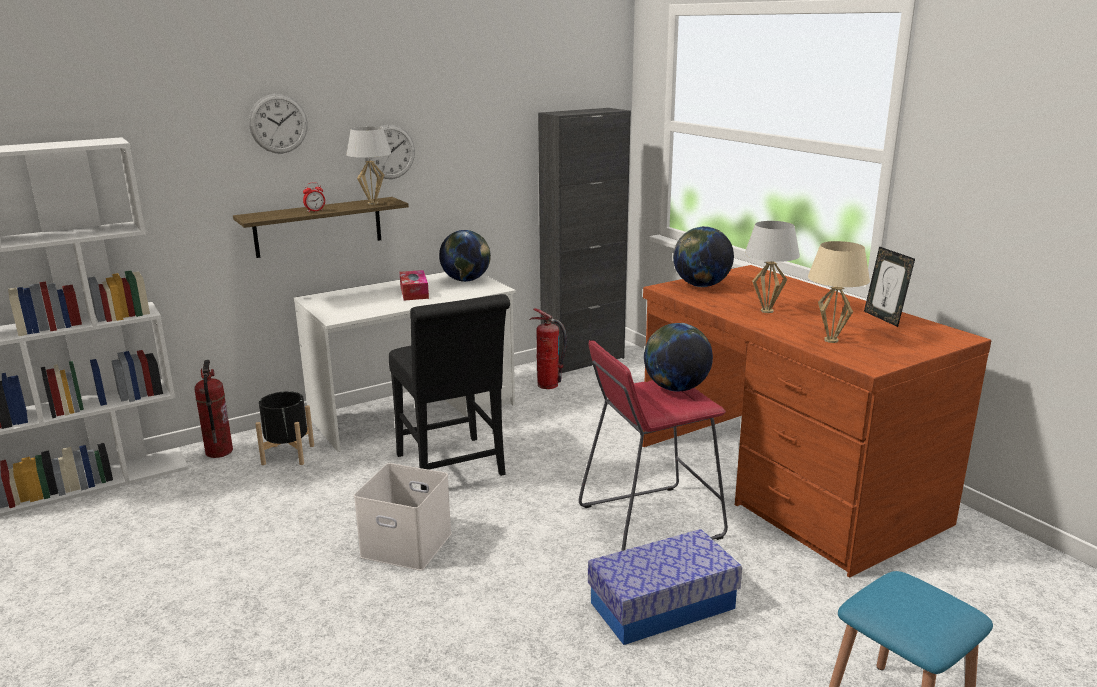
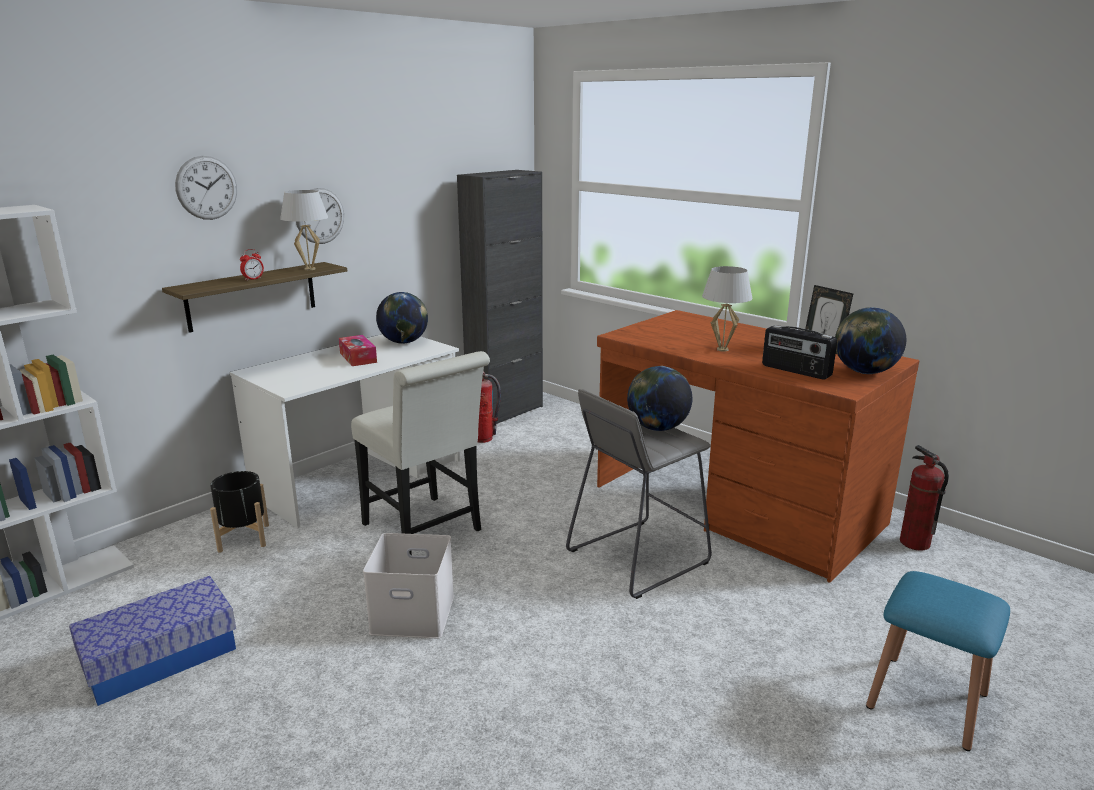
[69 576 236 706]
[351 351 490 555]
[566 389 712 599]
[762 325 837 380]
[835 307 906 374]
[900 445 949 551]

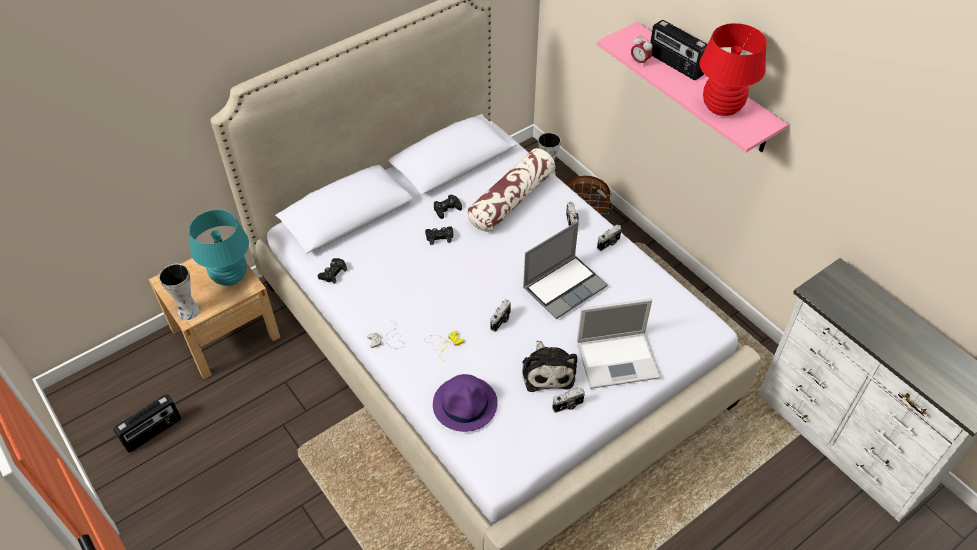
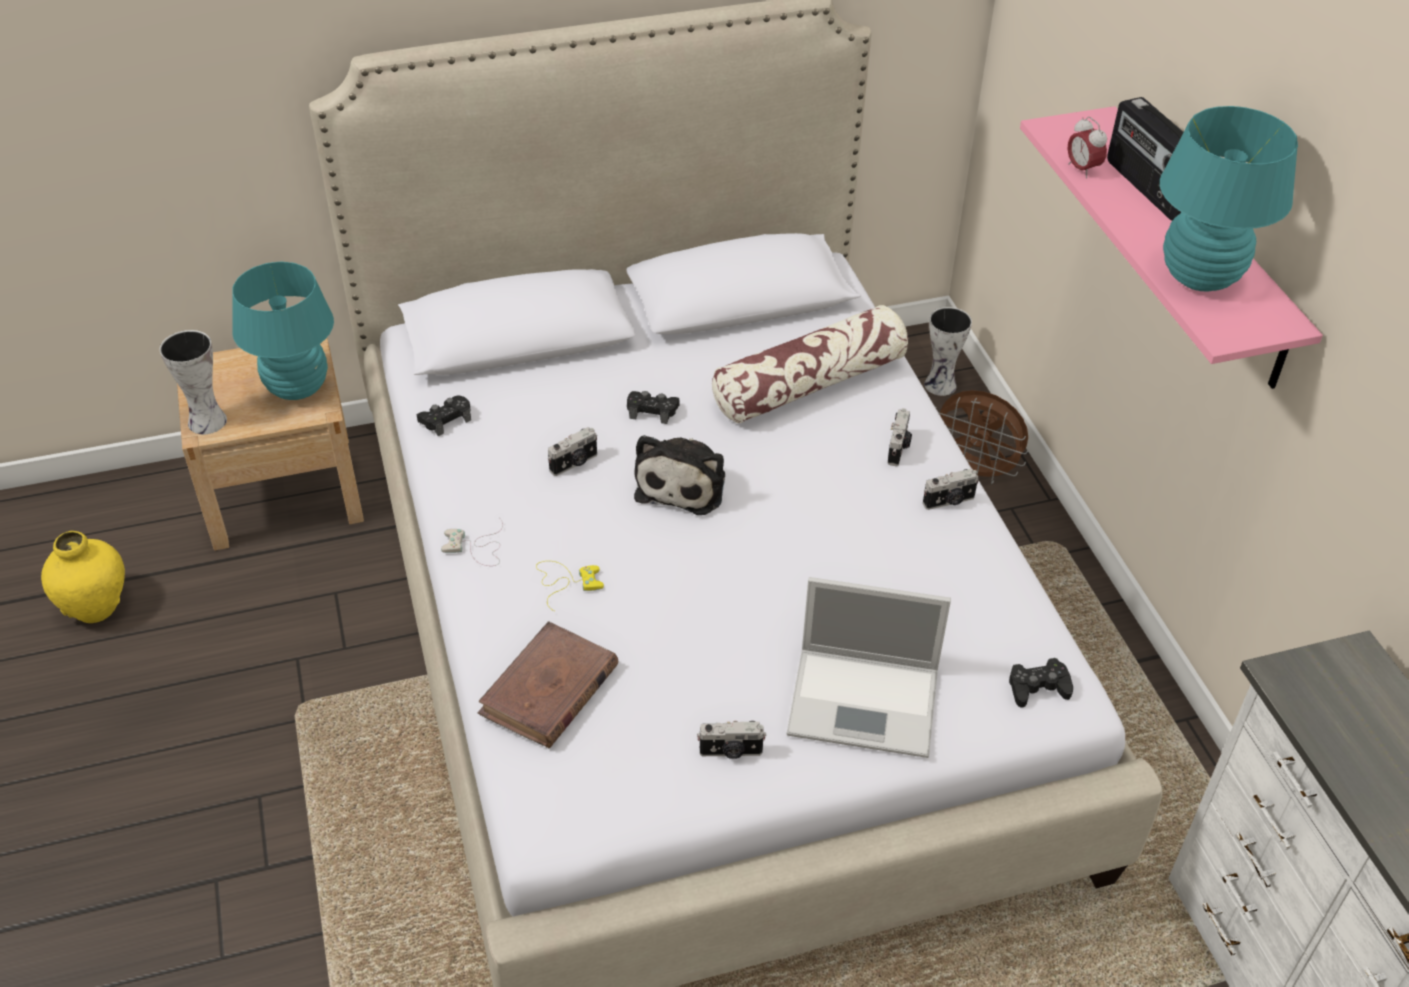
[41 531 125 623]
[478 621 618 748]
[548 427 597 476]
[634 435 725 515]
[1009 658 1073 708]
[1160 106 1298 291]
[523 221 608 319] (first image)

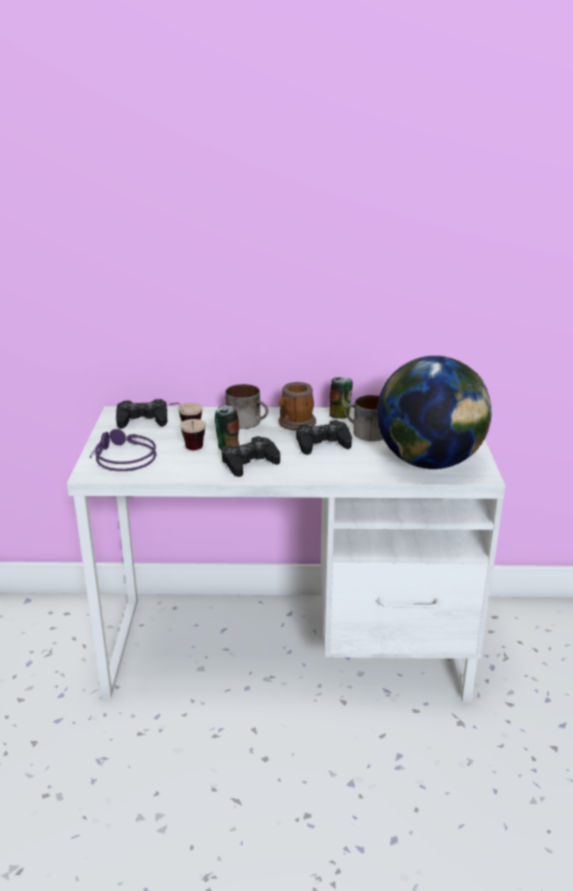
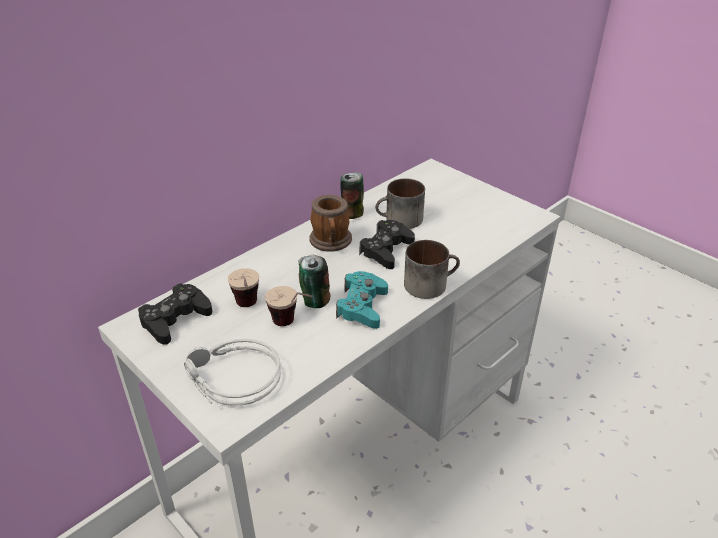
[184 339 281 406]
[336 271 388 329]
[404 240 460 299]
[377 356 491 469] (first image)

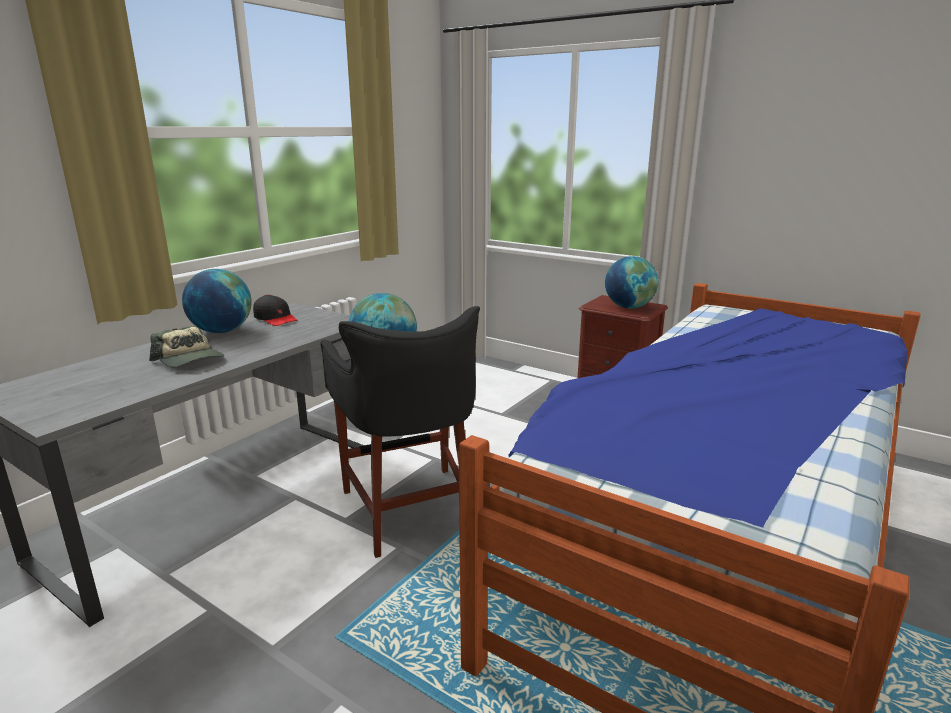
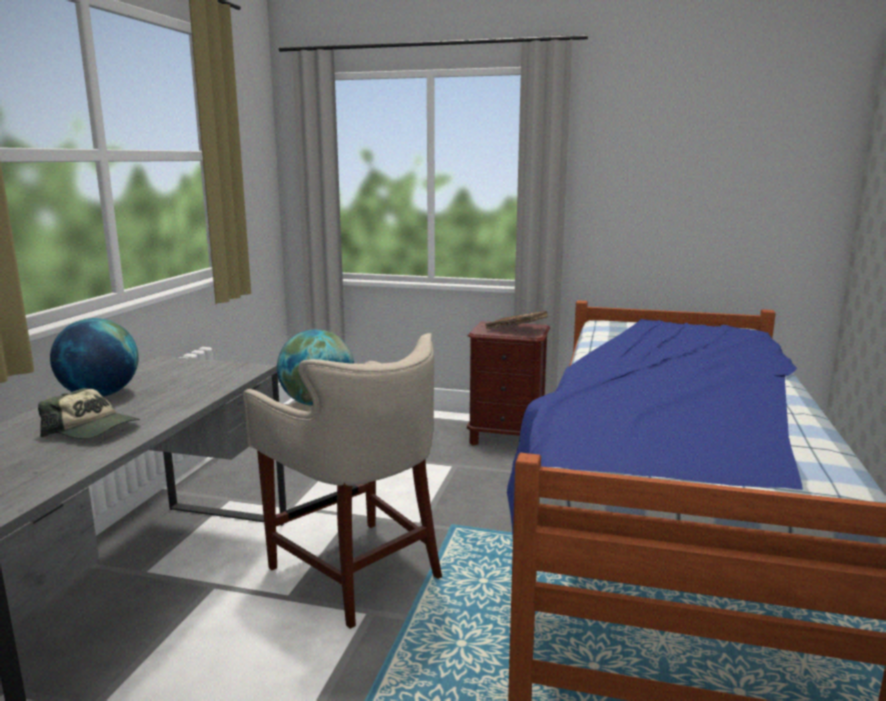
[243 333 442 629]
[485 311 548 329]
[253 294 297 326] (first image)

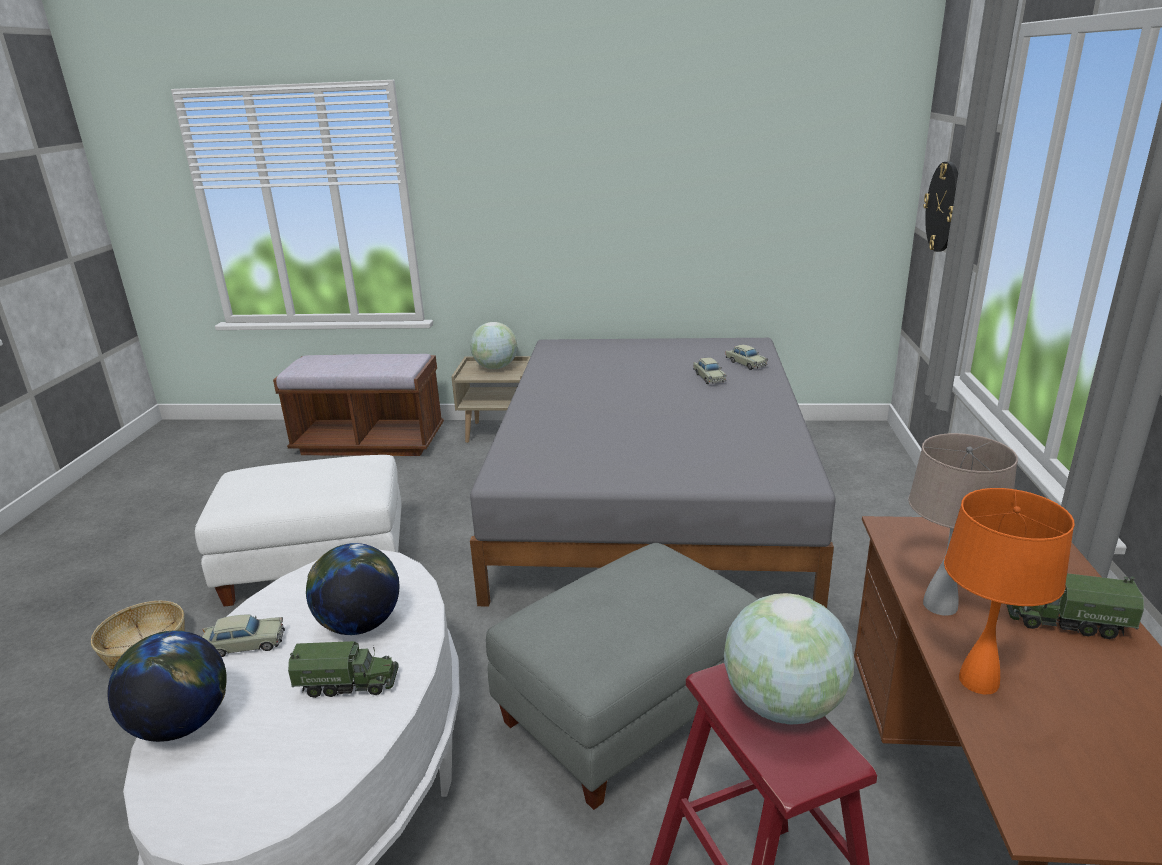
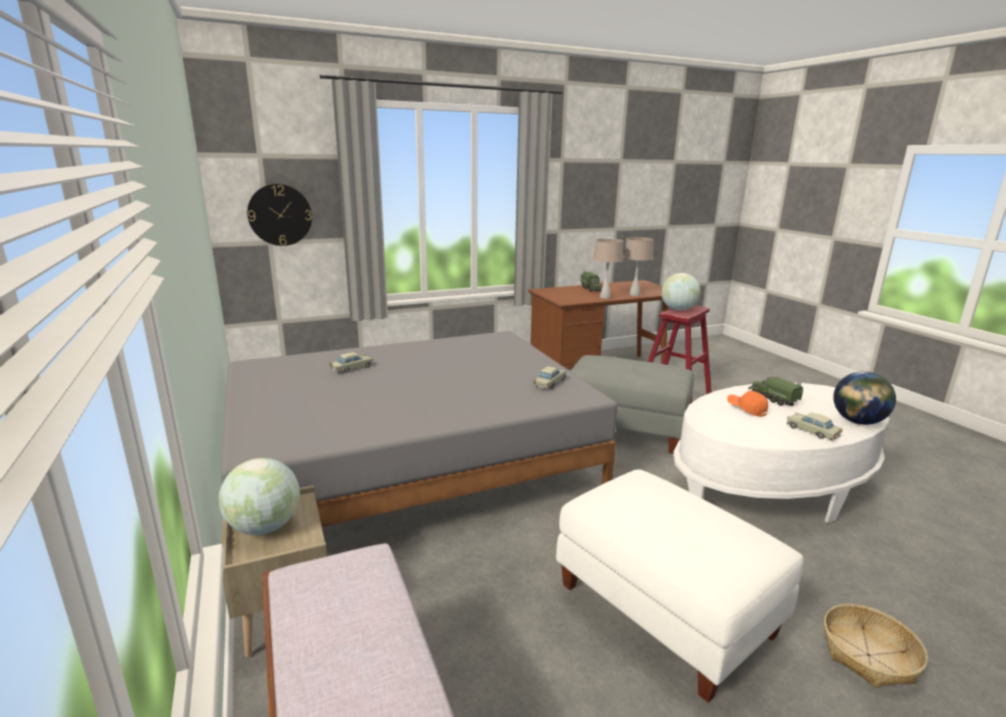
[533 366 567 389]
[623 237 653 296]
[727 391 768 417]

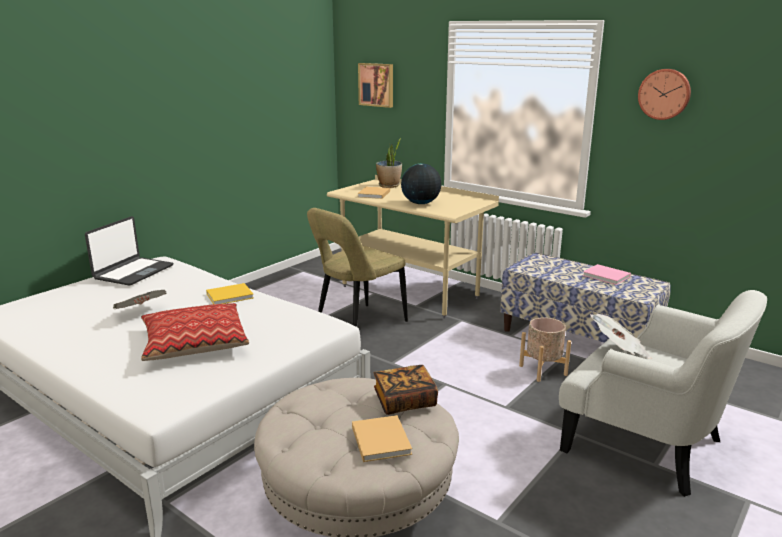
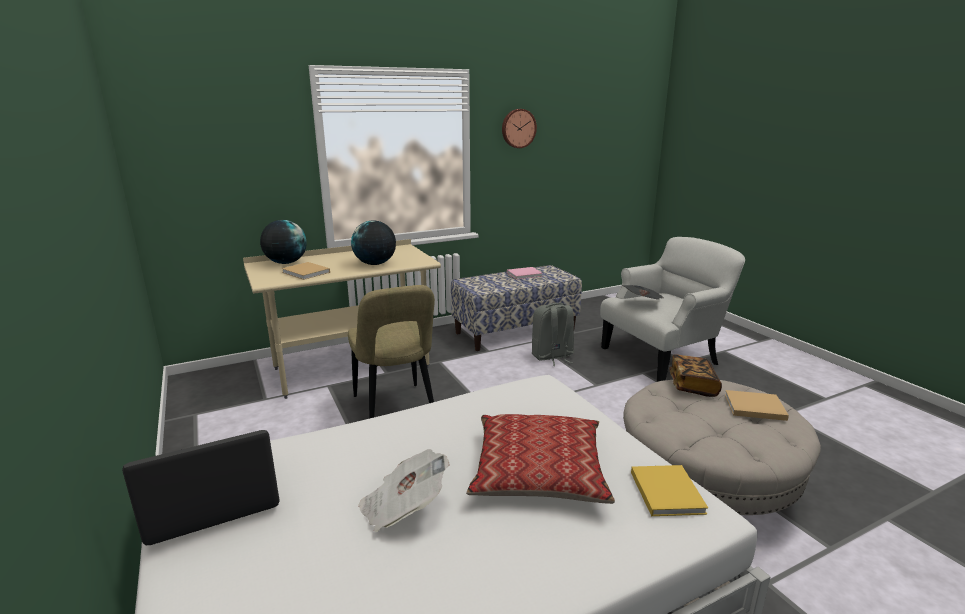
[122 430 280 545]
[260 220 307 264]
[532 303 574 366]
[631 465 708 516]
[358 63 393 108] (first image)

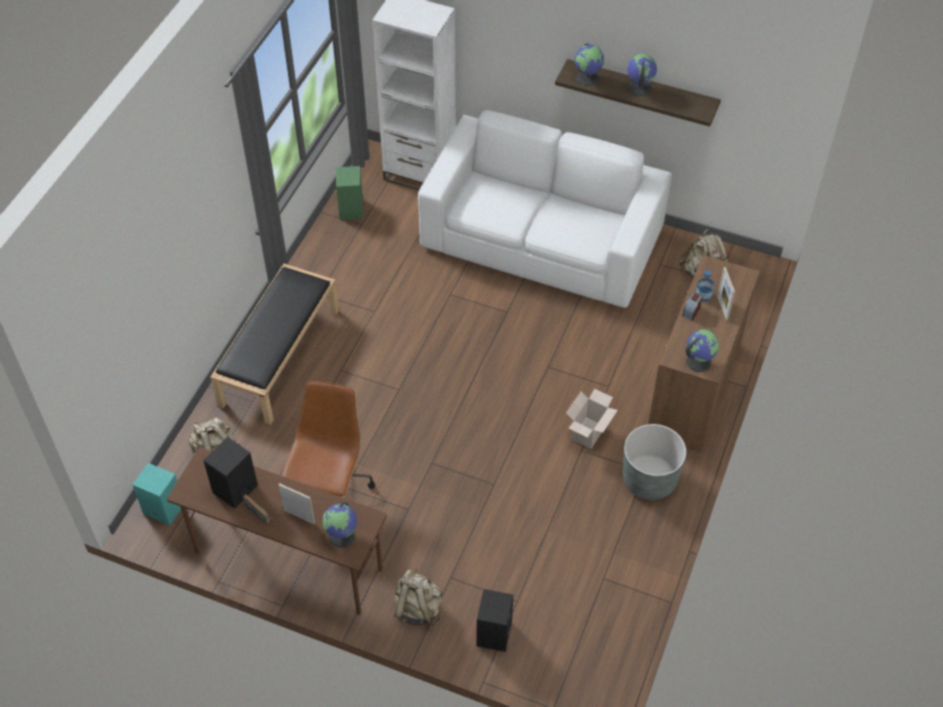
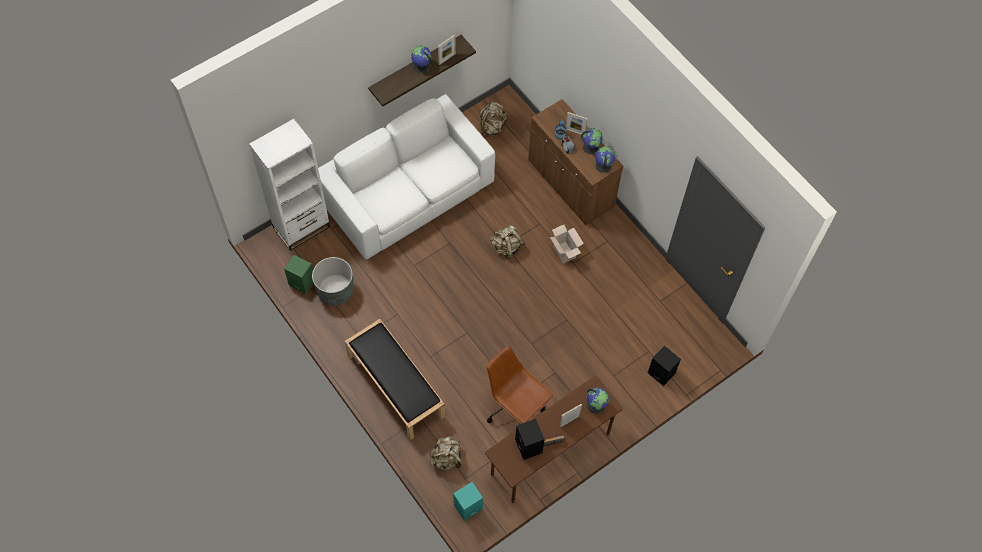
[312 257 354 306]
[438 35 456 65]
[490 225 525 259]
[581 128 603 154]

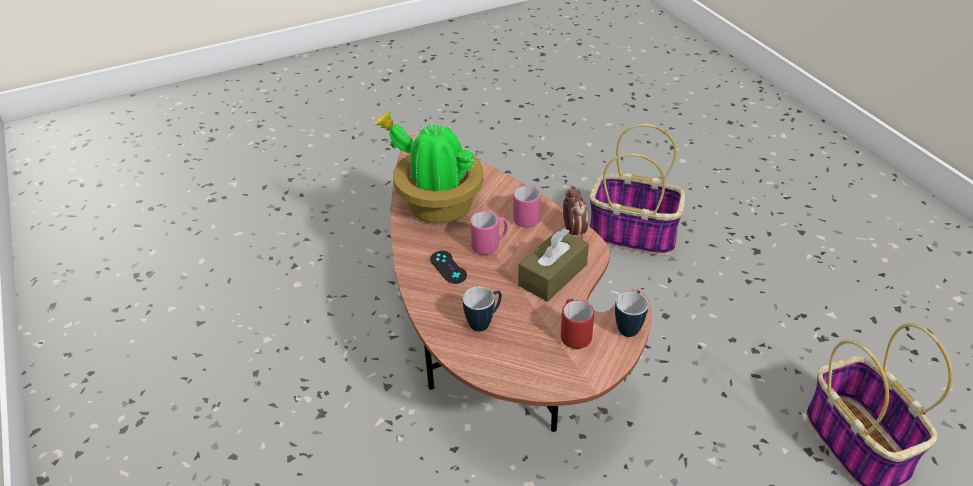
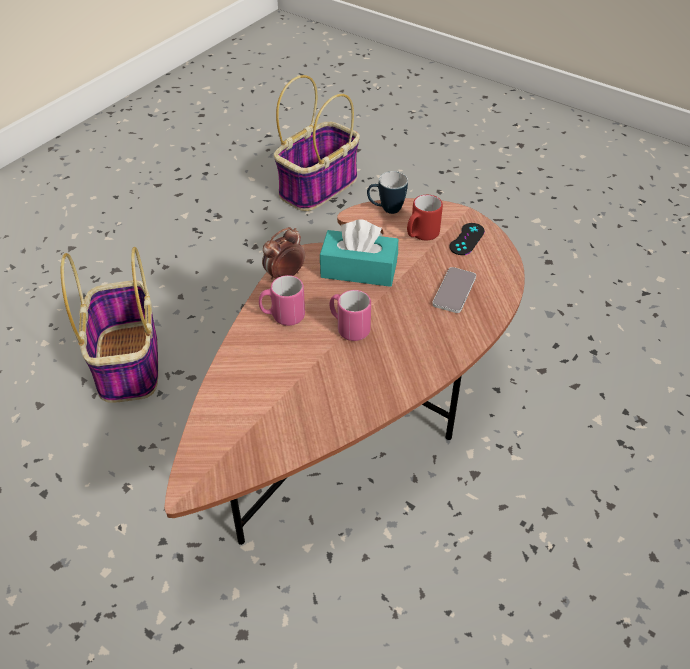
[320 219 398 287]
[432 267 476 313]
[449 223 485 255]
[374 110 484 224] (first image)

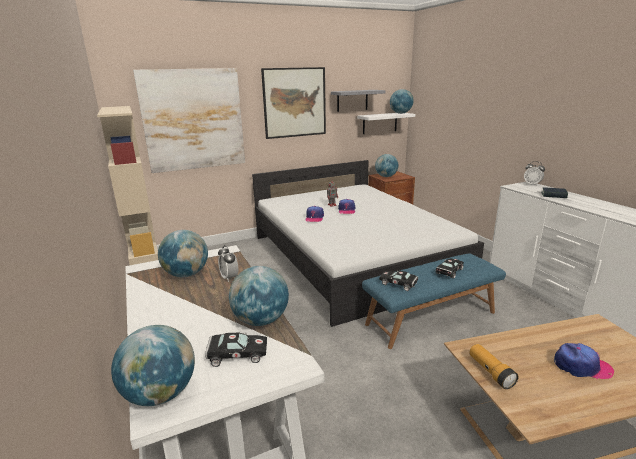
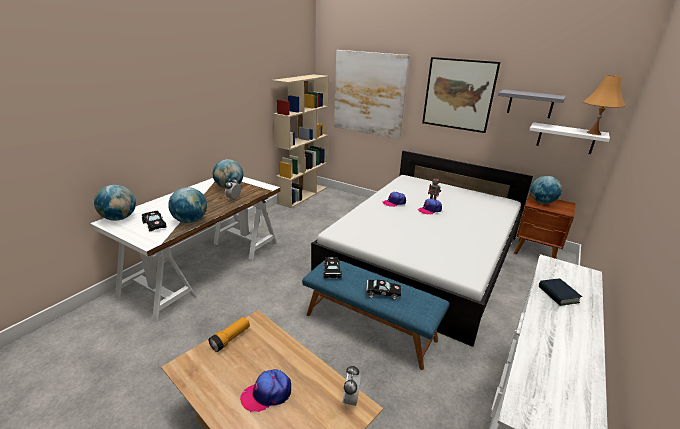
[240 369 291 412]
[342 365 361 406]
[583 75 625 135]

